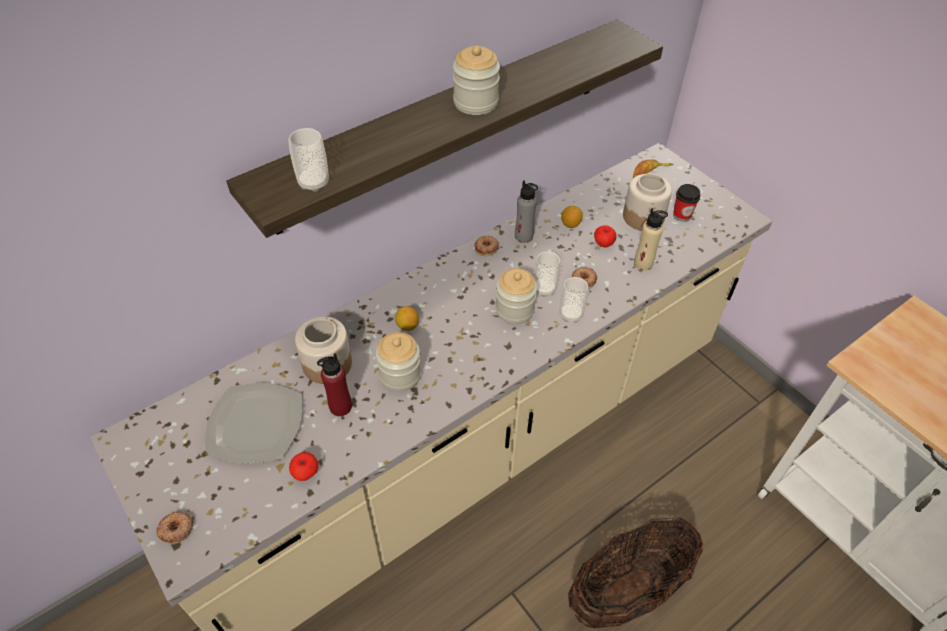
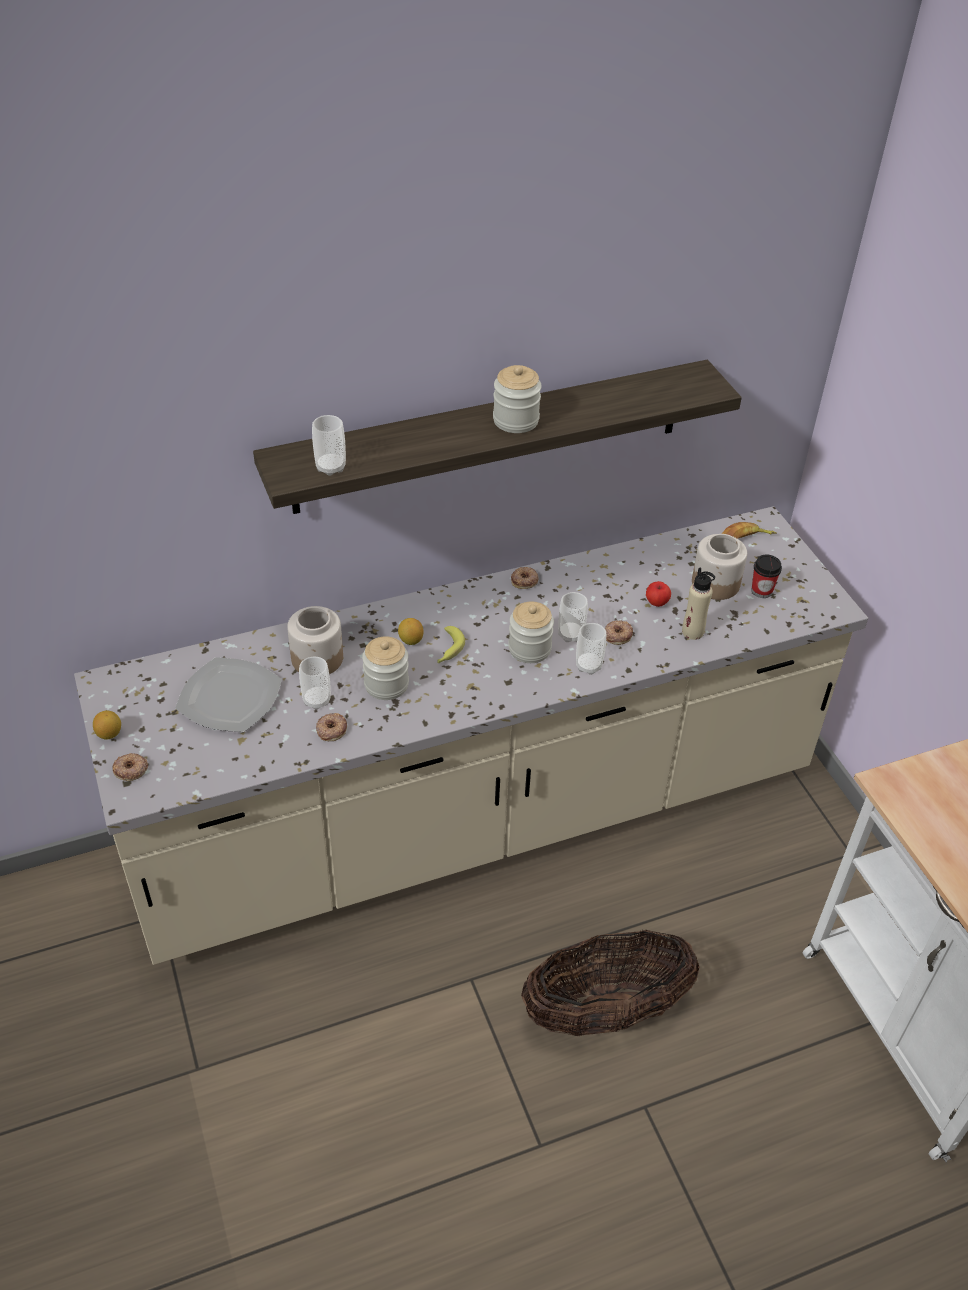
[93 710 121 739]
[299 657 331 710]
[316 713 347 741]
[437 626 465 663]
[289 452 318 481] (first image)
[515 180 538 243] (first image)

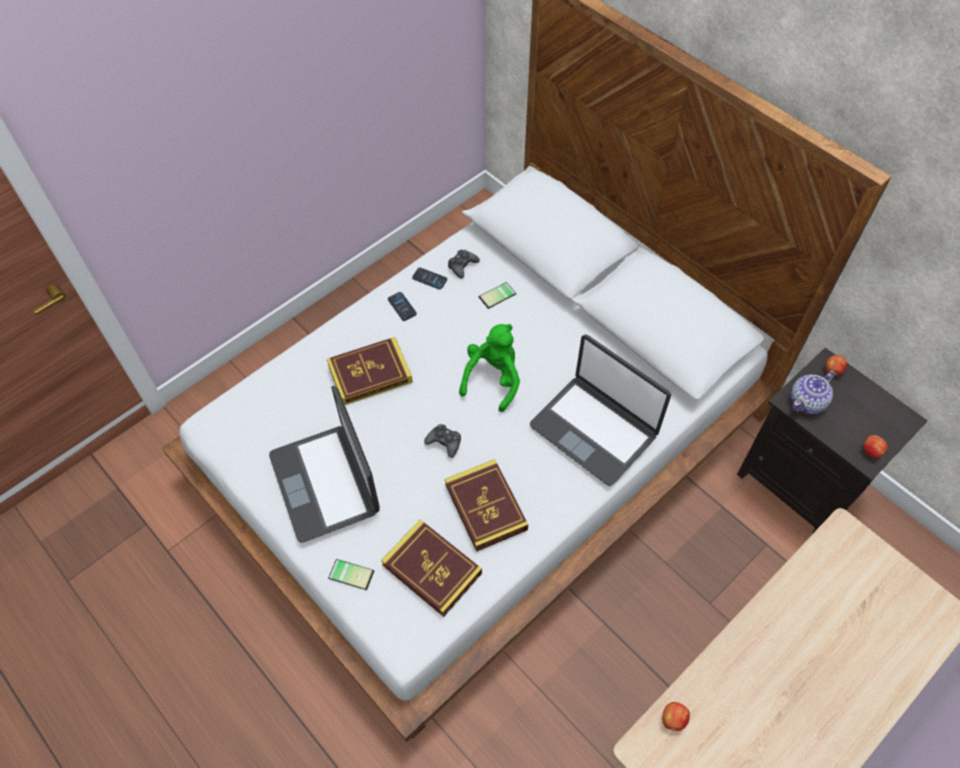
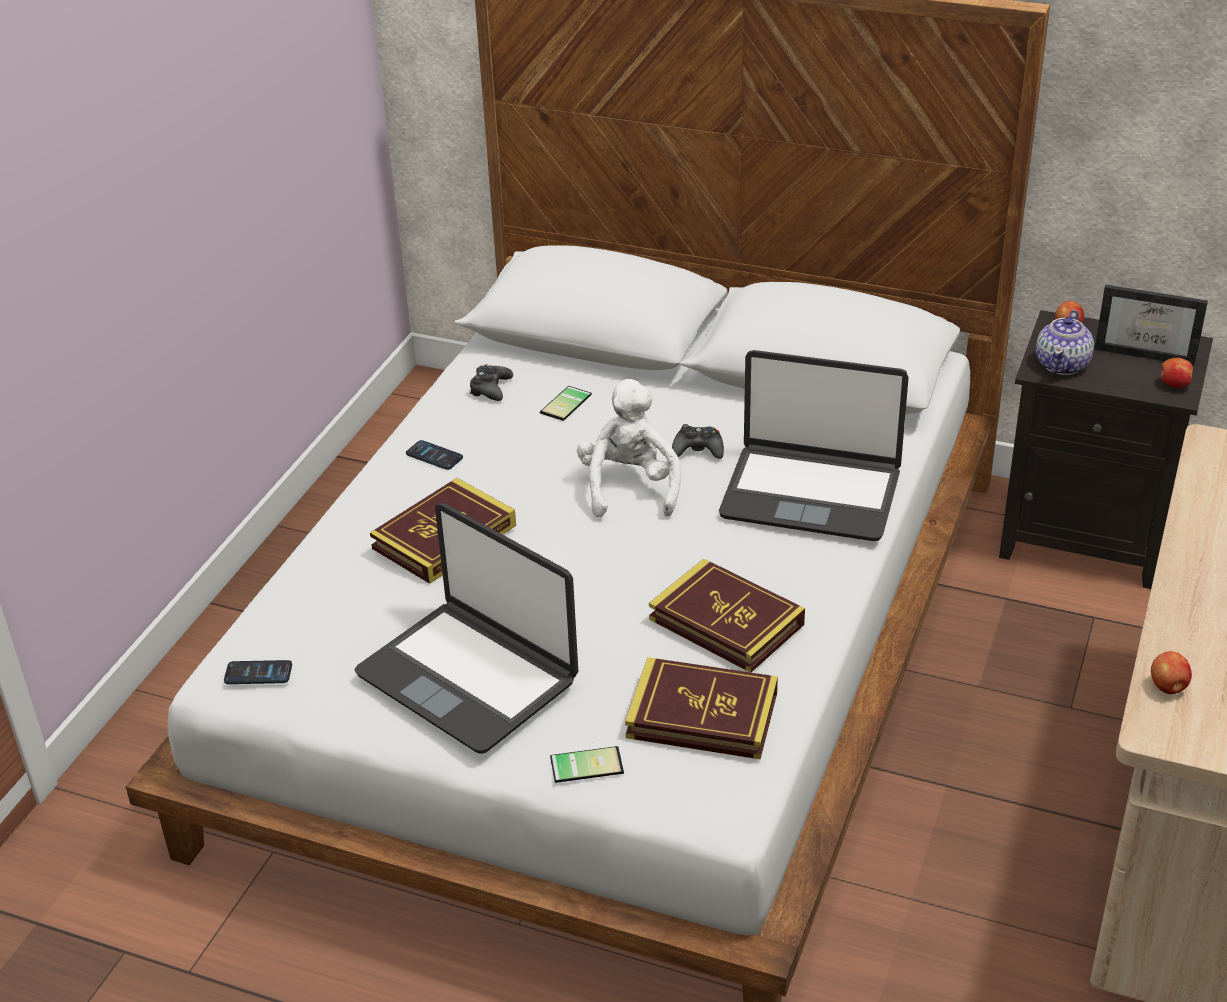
[224 660 292 684]
[577 379 681 517]
[672 424 724 459]
[1095 285 1208 366]

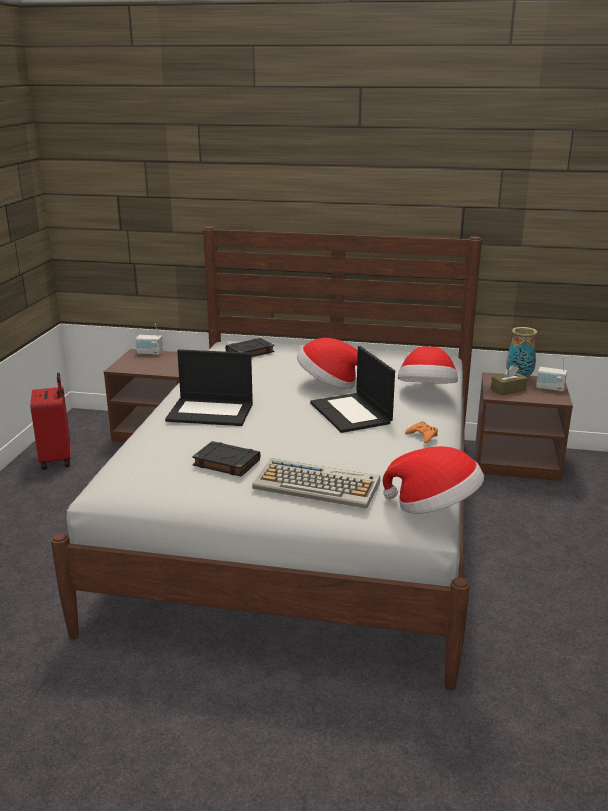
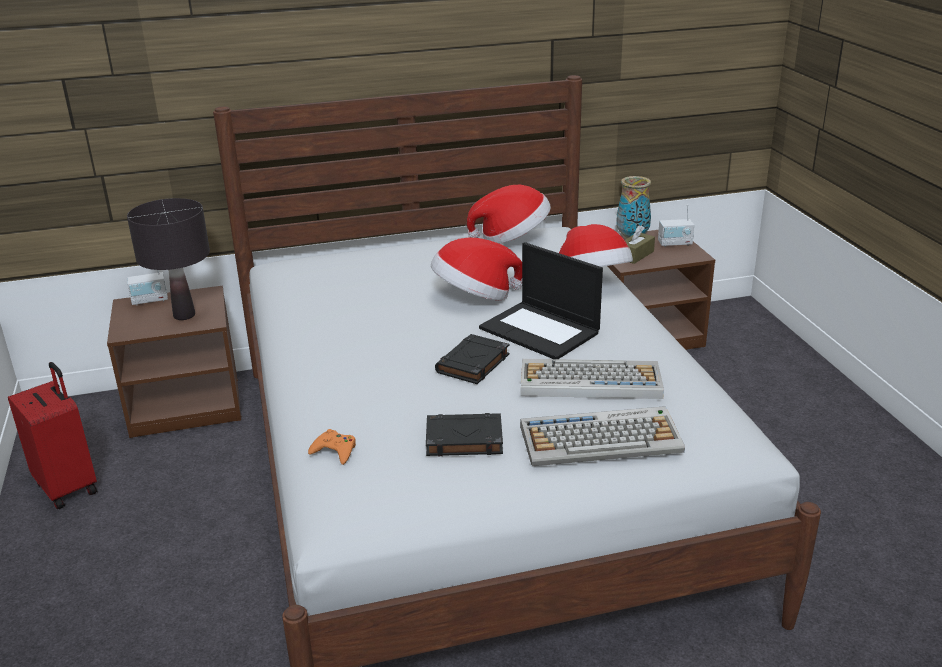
[127 198 210 320]
[308 429 356 465]
[435 334 510 384]
[467 184 551 244]
[521 359 664 399]
[165 349 253 426] (first image)

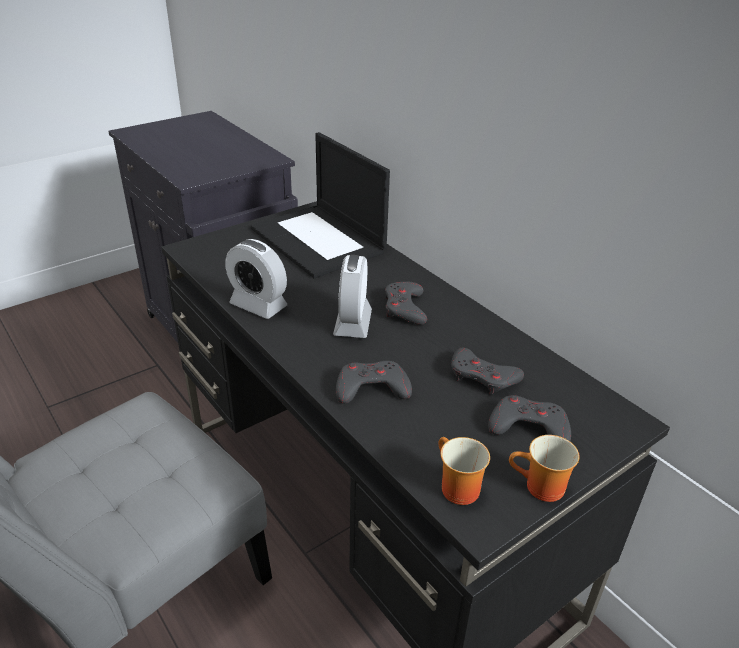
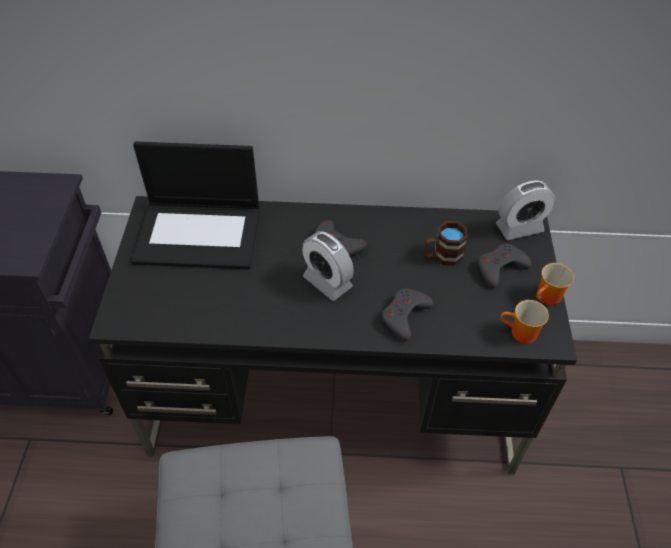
[423 221 468 266]
[496 180 555 240]

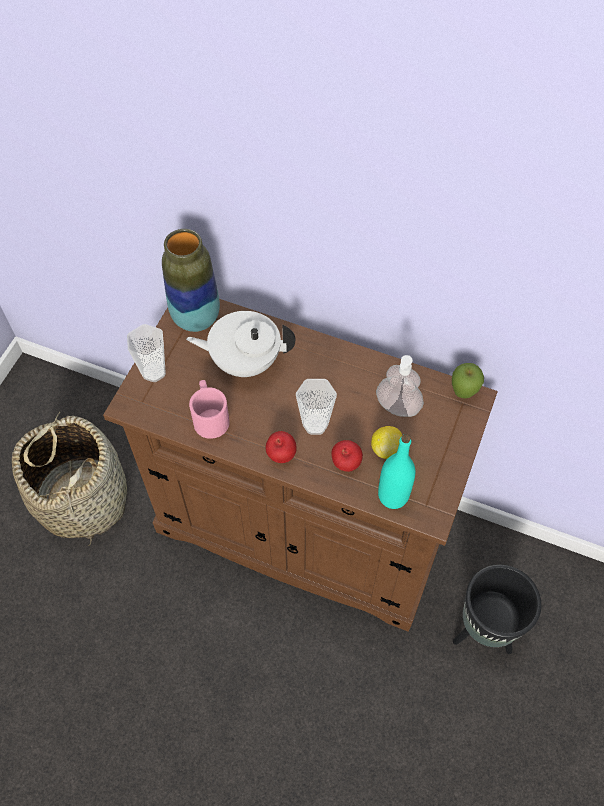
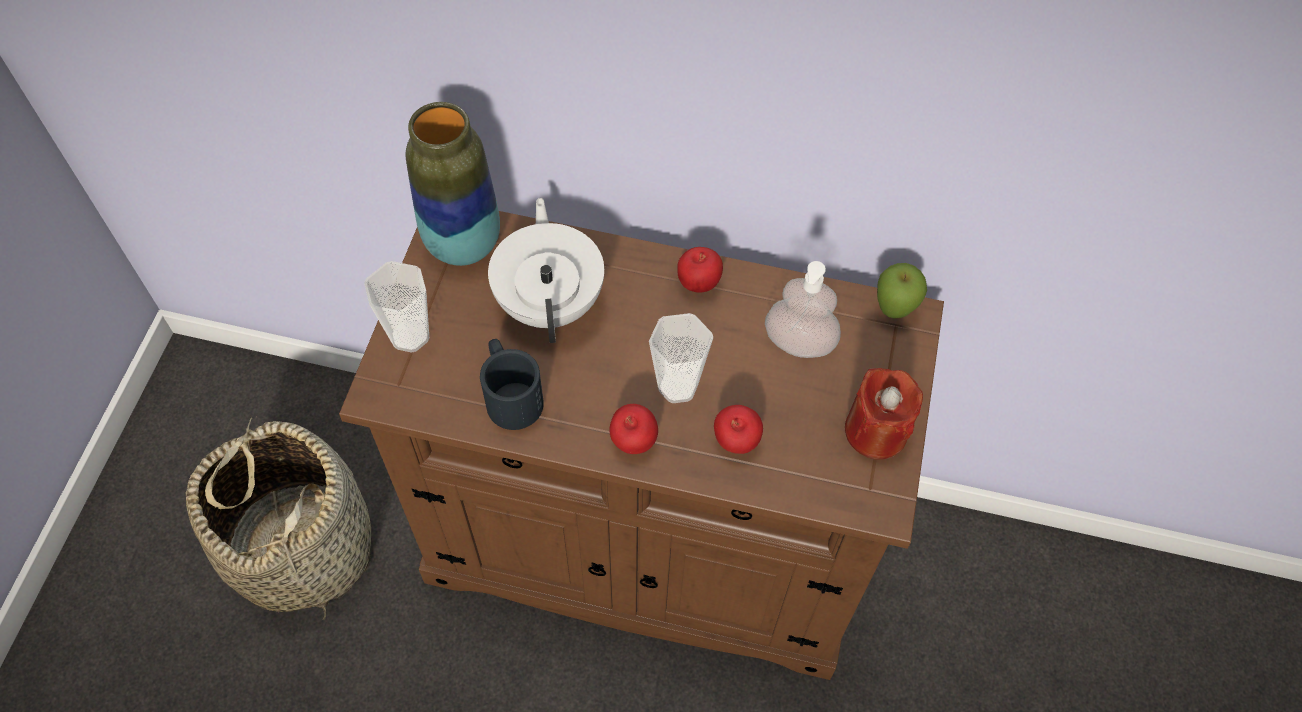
[480 339 544 430]
[488 198 604 343]
[677 247 723 293]
[845 368 923 460]
[371 426 403 459] (first image)
[378 434 415 509] (first image)
[453 564 541 654] (first image)

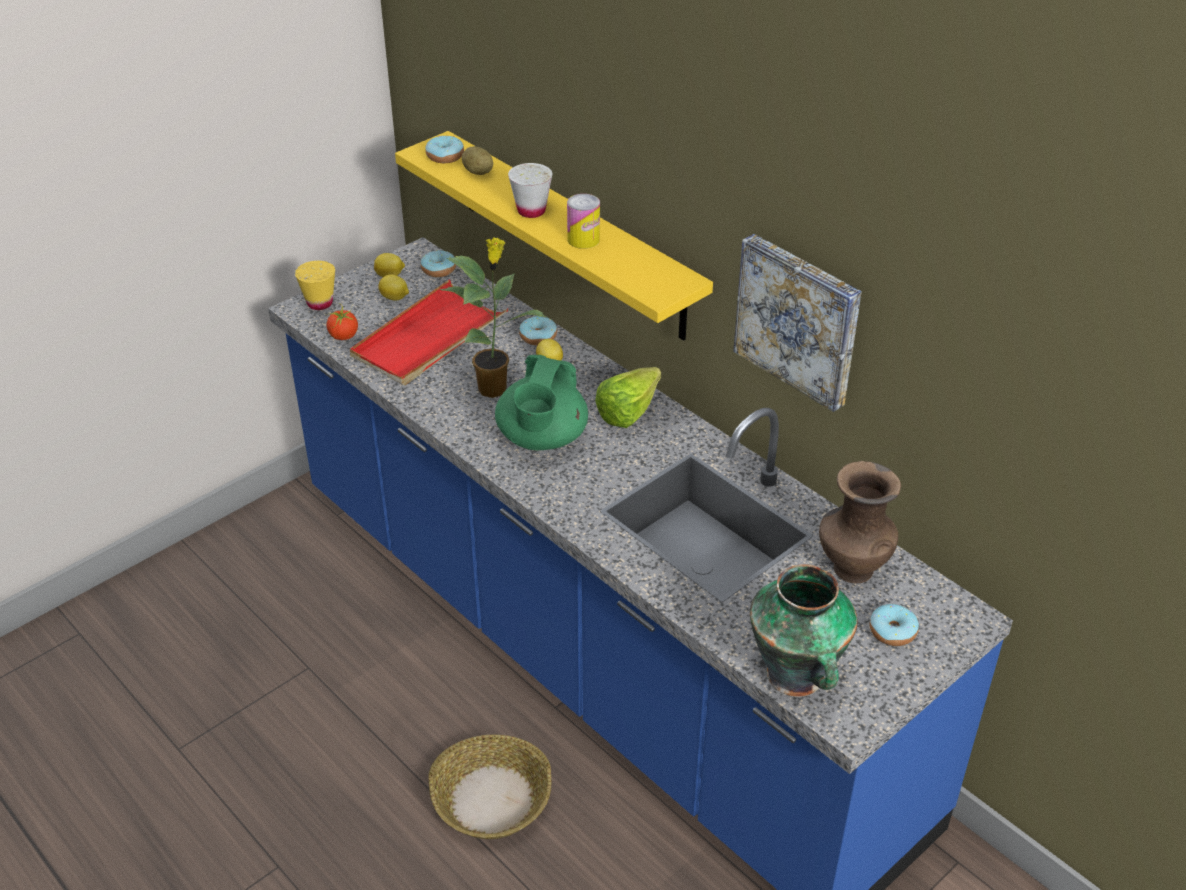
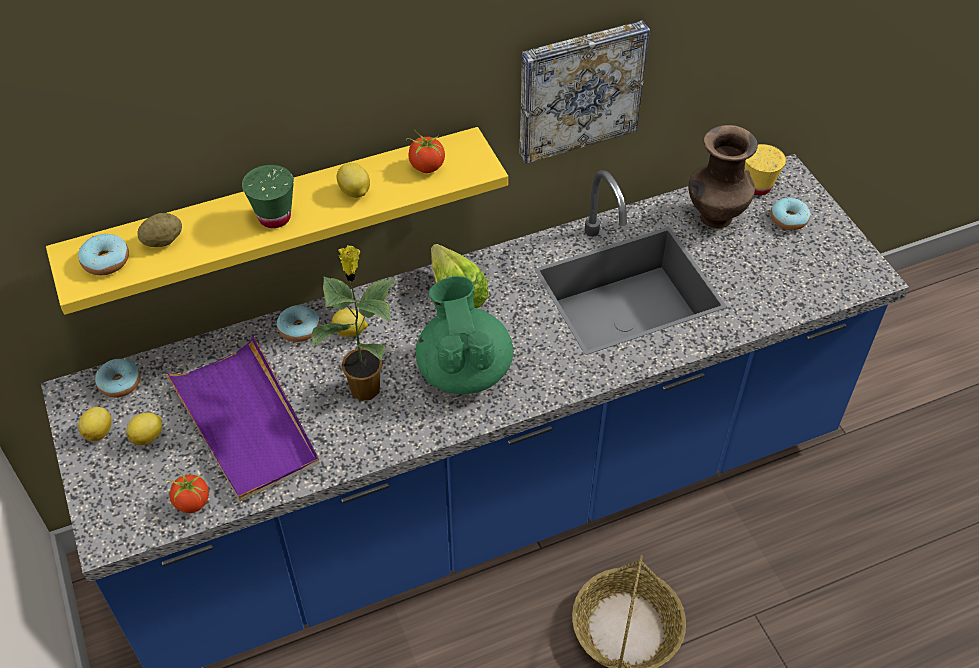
[165 335 320 501]
[242 165 294 228]
[337 163 370 198]
[406 129 445 173]
[416 276 513 394]
[745 144 786 196]
[750 564 857 697] (first image)

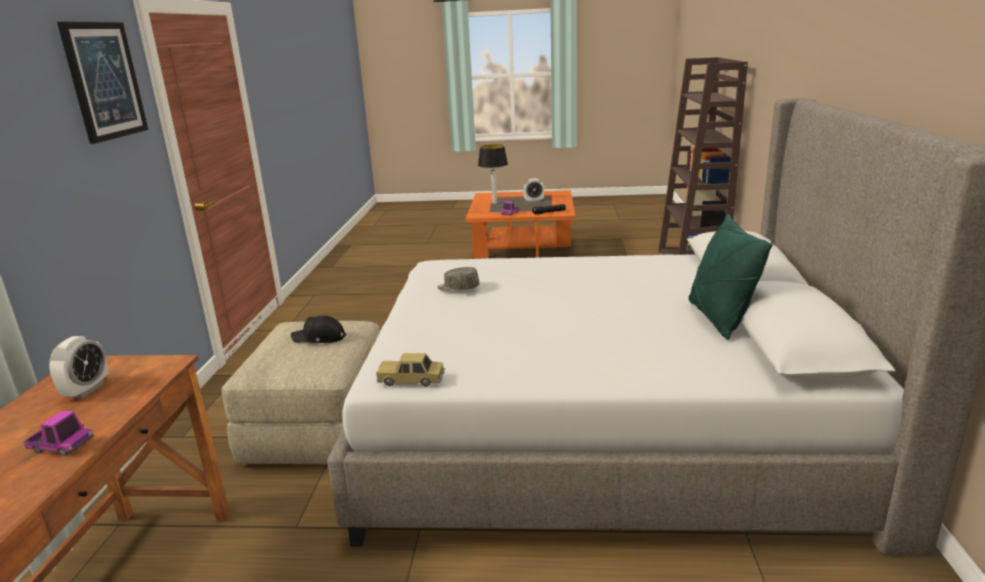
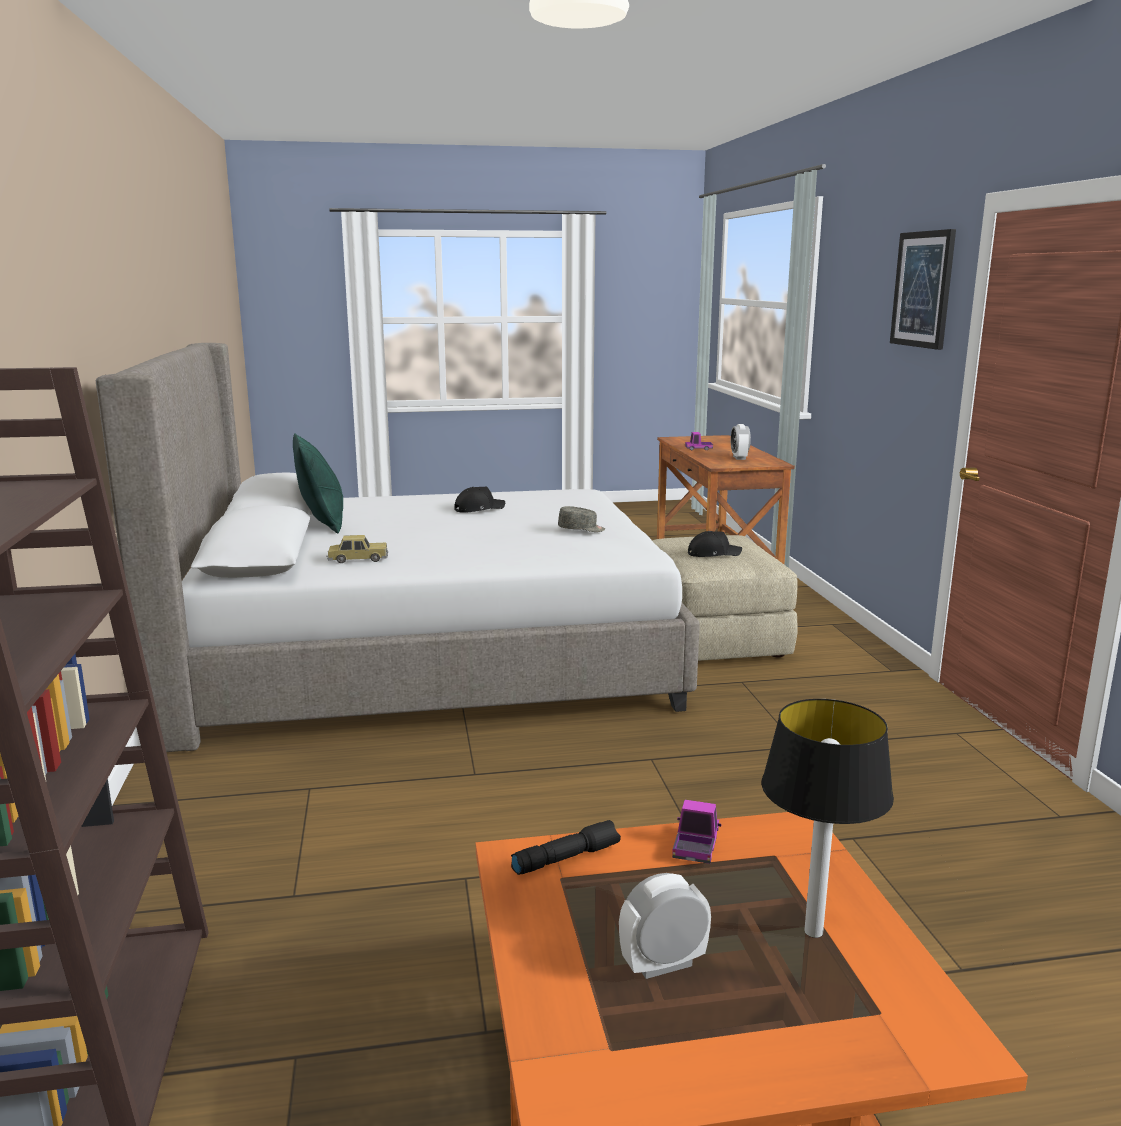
[327 535 388 563]
[454 487 505 513]

